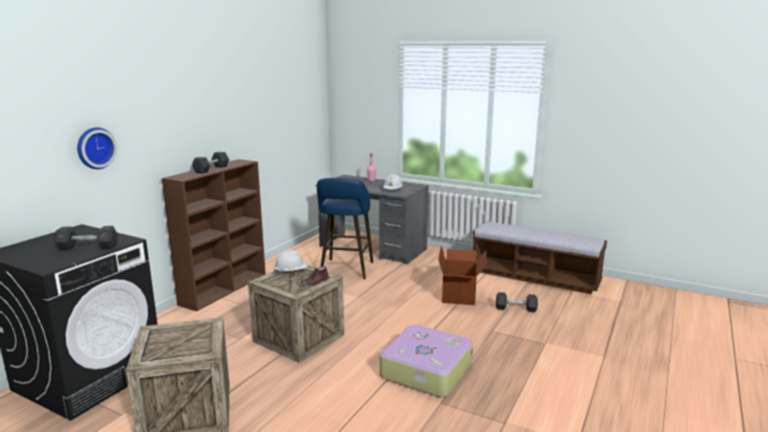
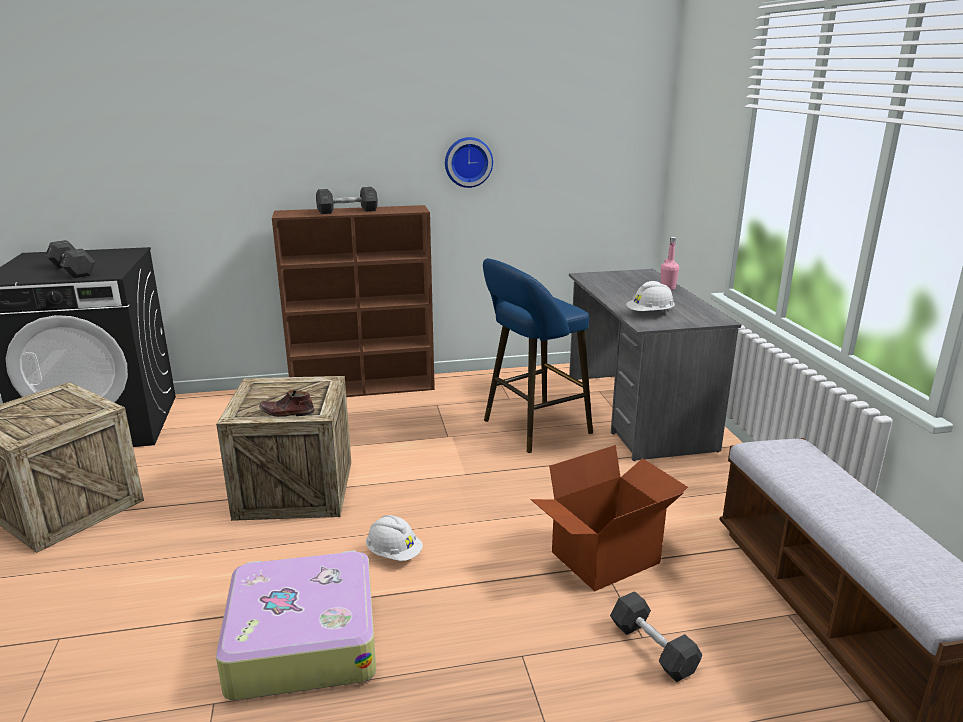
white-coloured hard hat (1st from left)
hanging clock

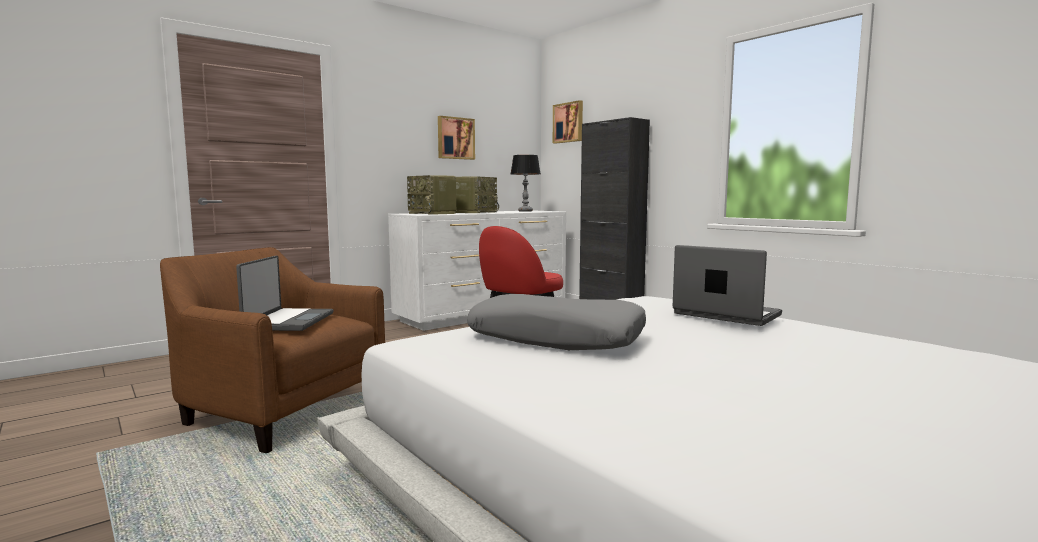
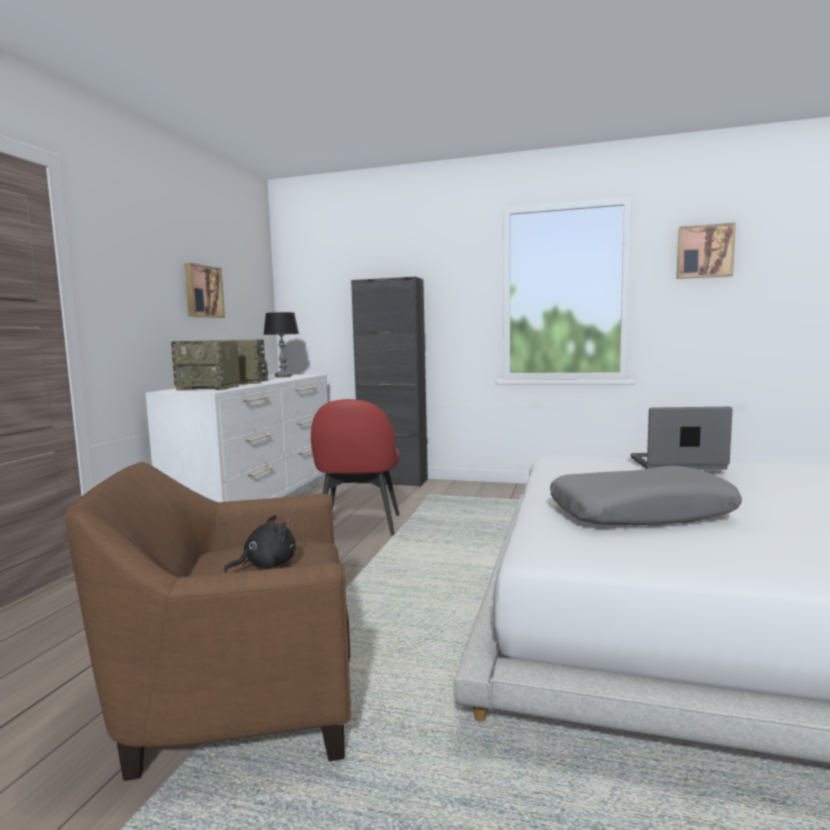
black plush toy
wall art (2nd from left)

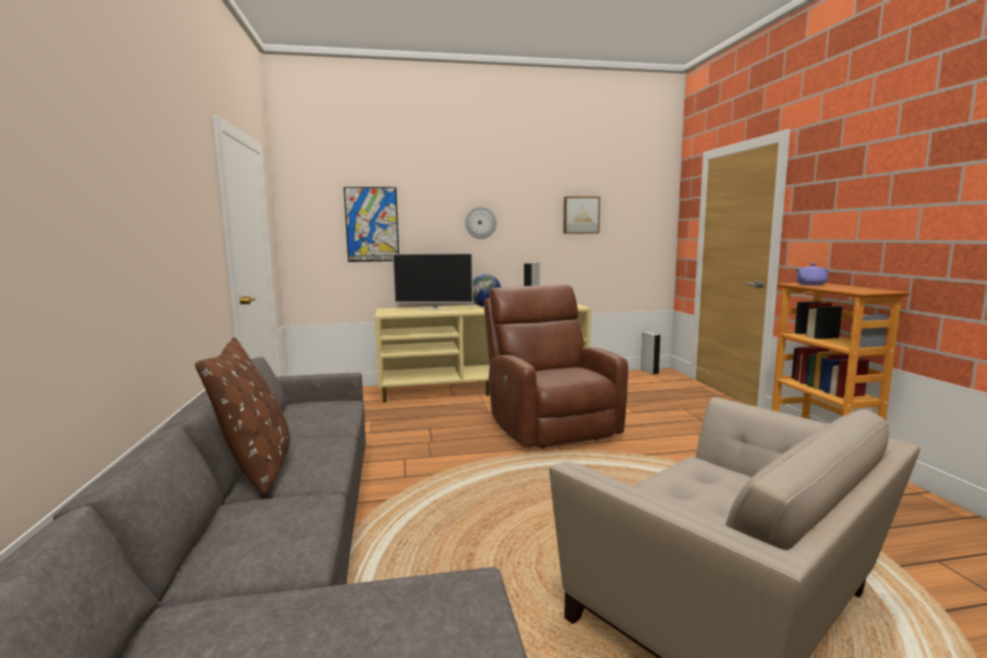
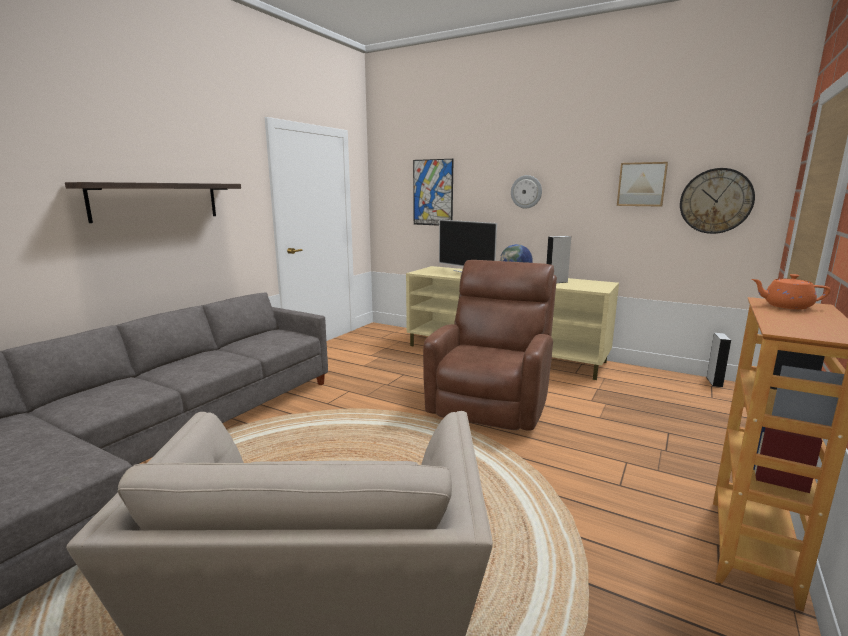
wall shelf
hanging clock (2nd from left)
orangey pot for tea
brownish throw pillow

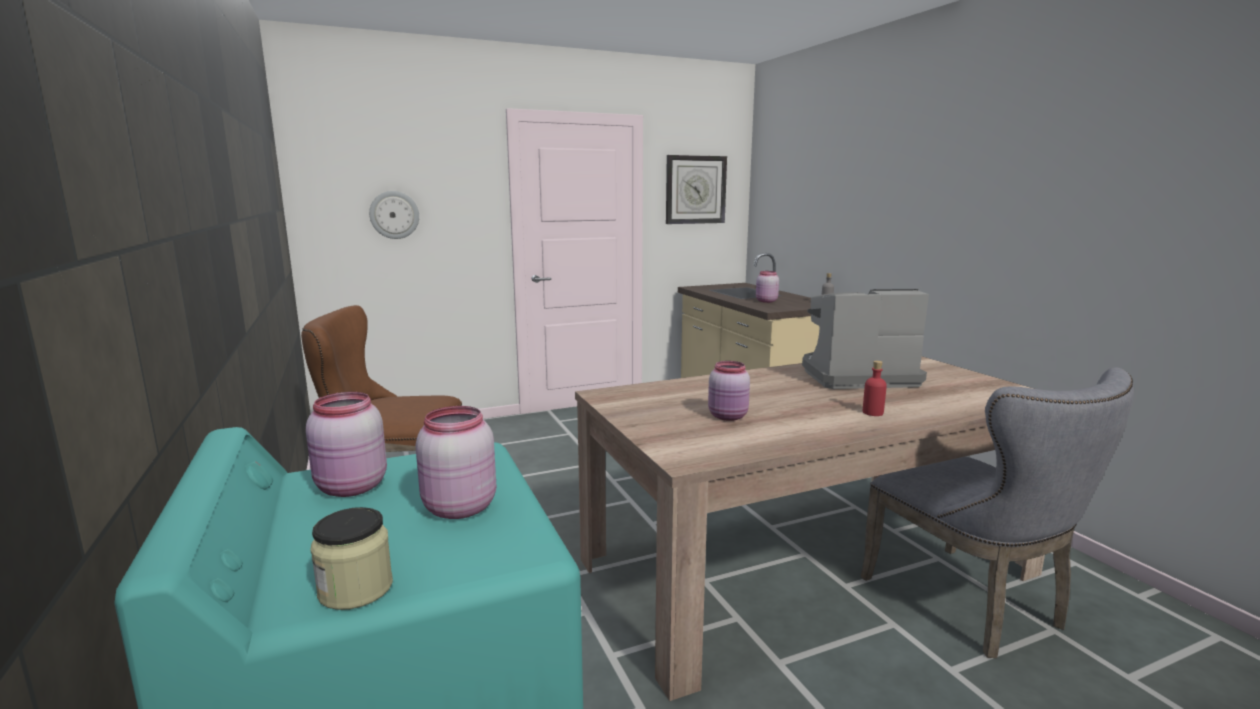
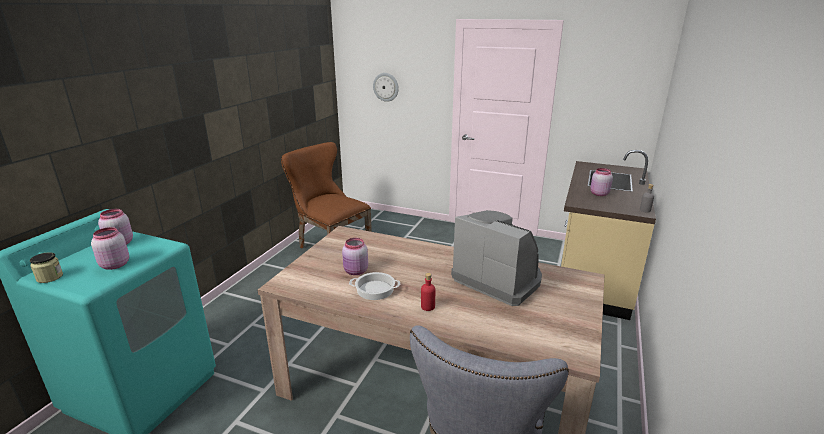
saucepot
hanging clock (2nd from left in the first image)

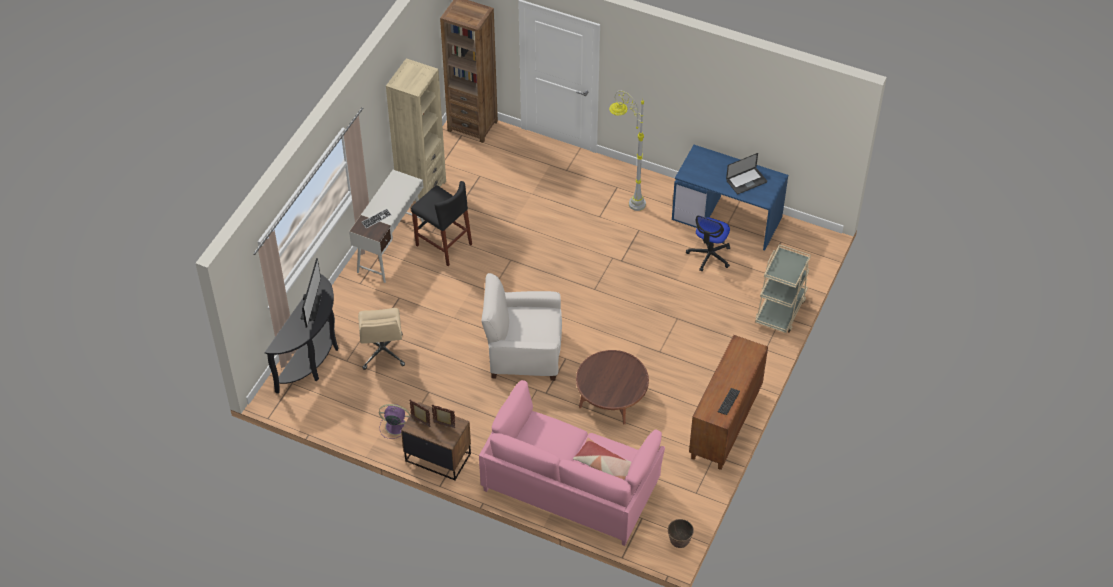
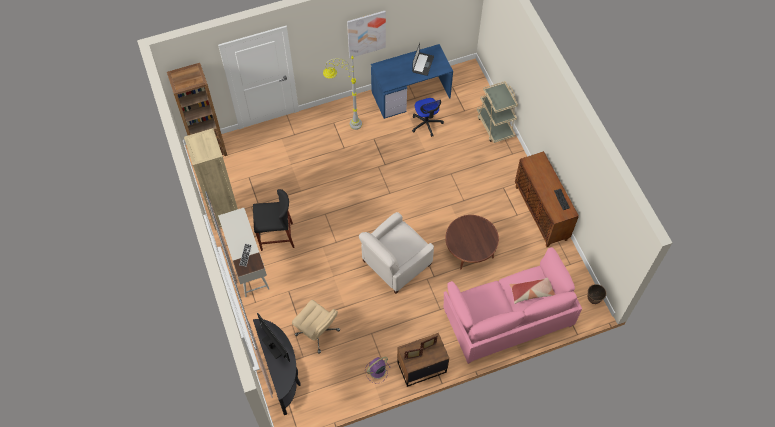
wall art

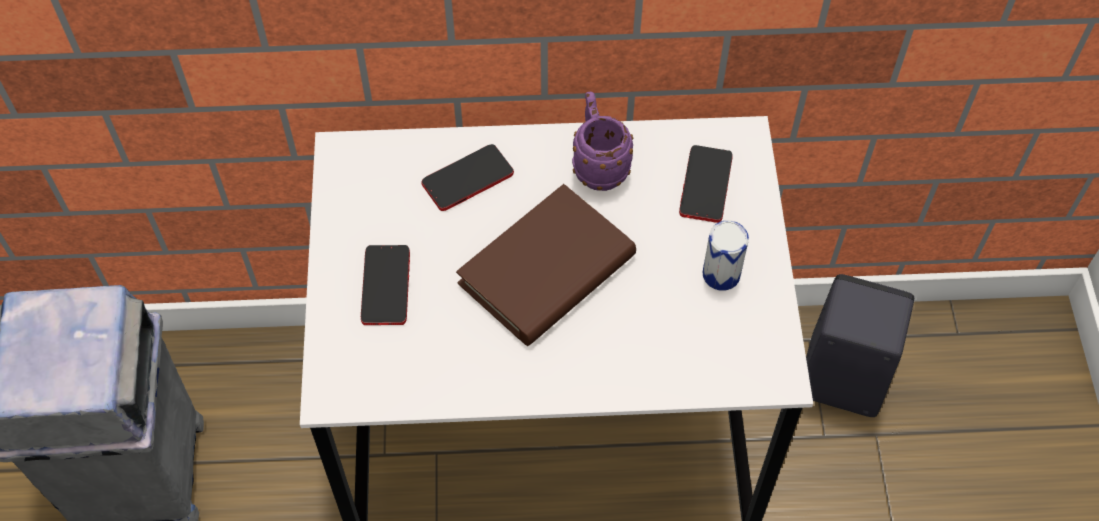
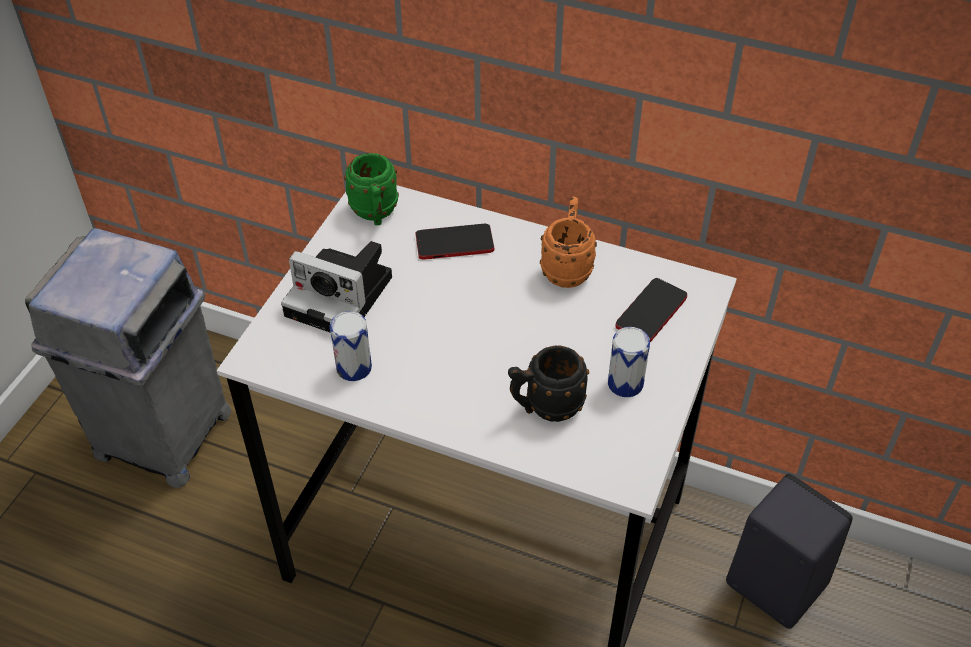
still camera
metal can (1st from left)
green tea mug
black tea mug
orangey tea mug
brownish book

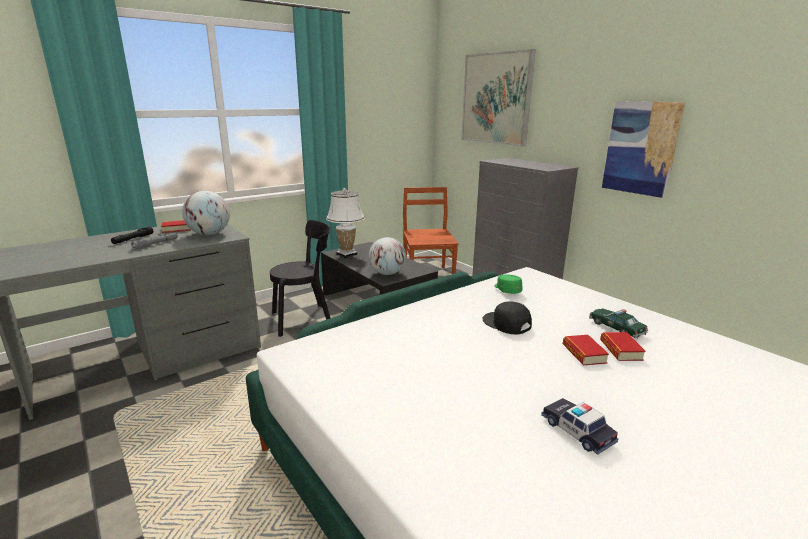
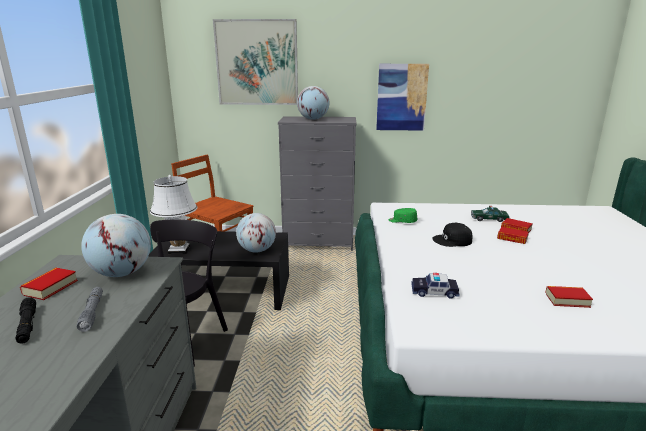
globe (3rd from left)
model car (1st from left)
book (4th from left)

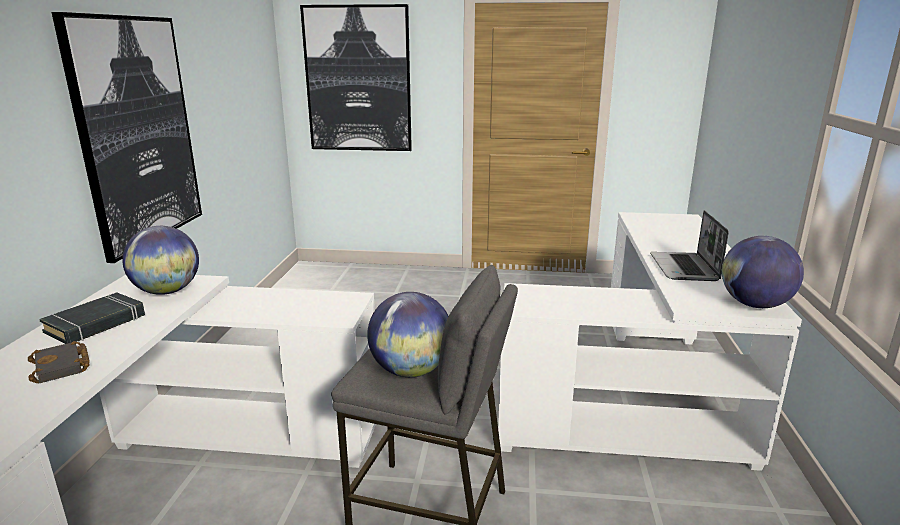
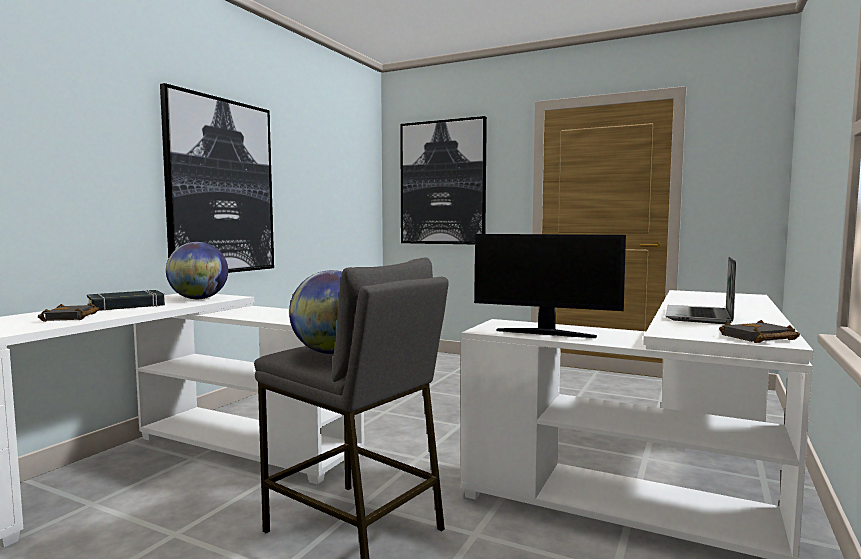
computer screen
black book (3rd from left)

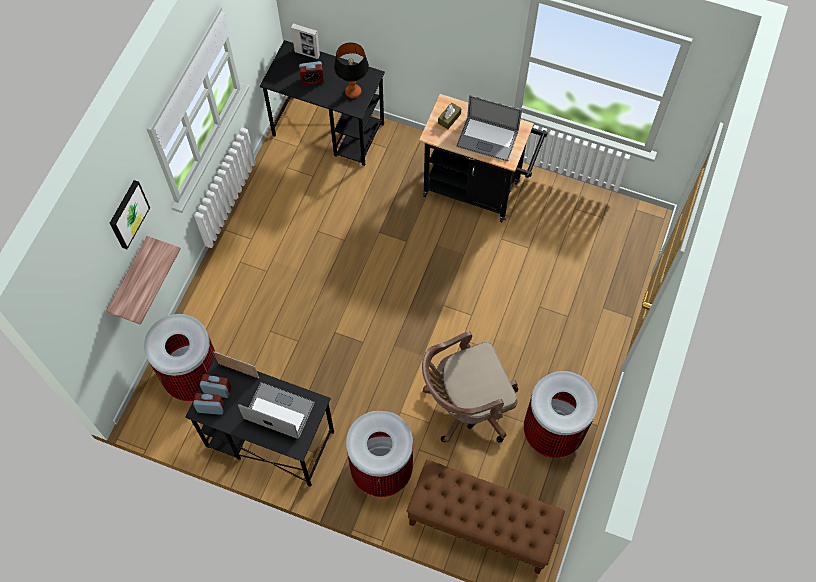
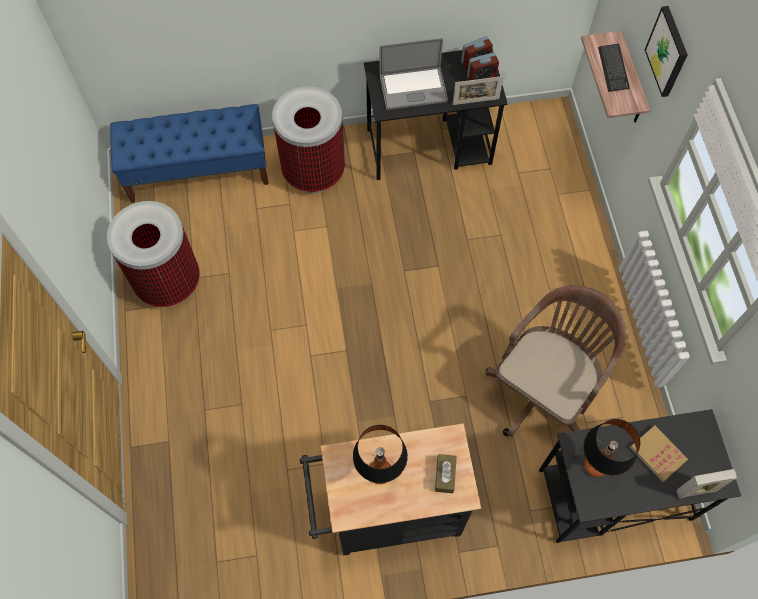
bluish long seat
lamp for a table (1st from left)
brownish office chair
PC keyboard
book
rubbish bin (1st from left in the first image)

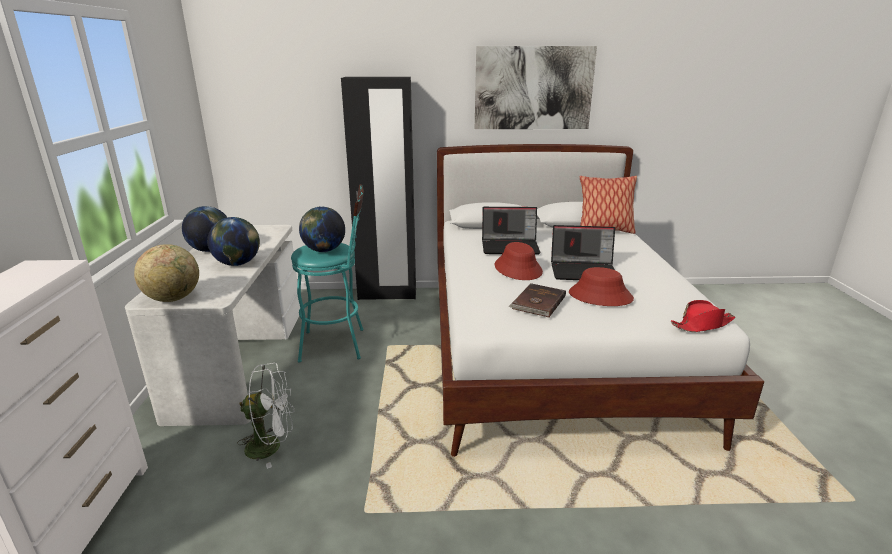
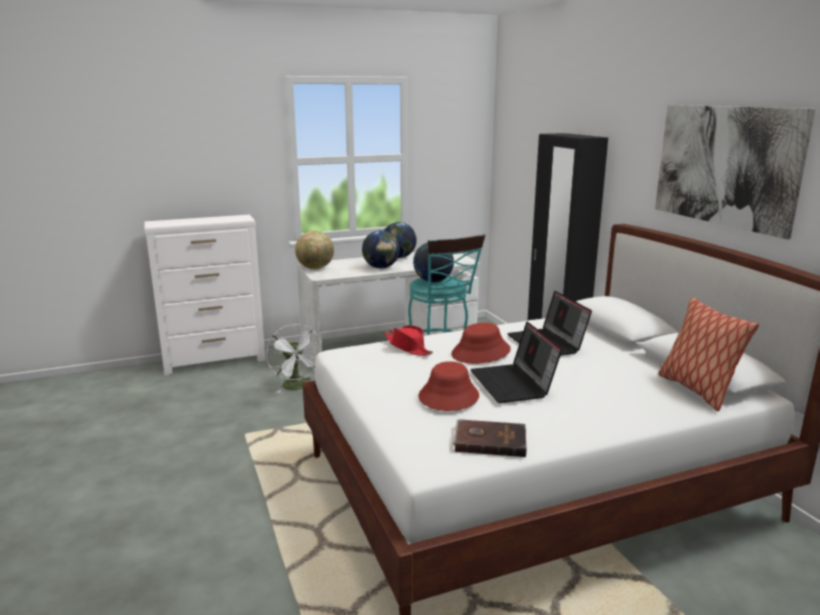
reddish clothing hat (1st from left)
brownish book

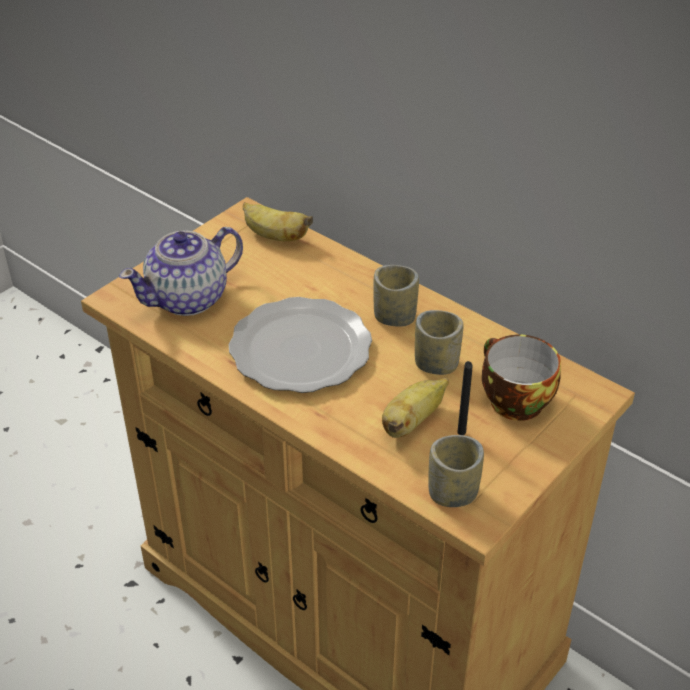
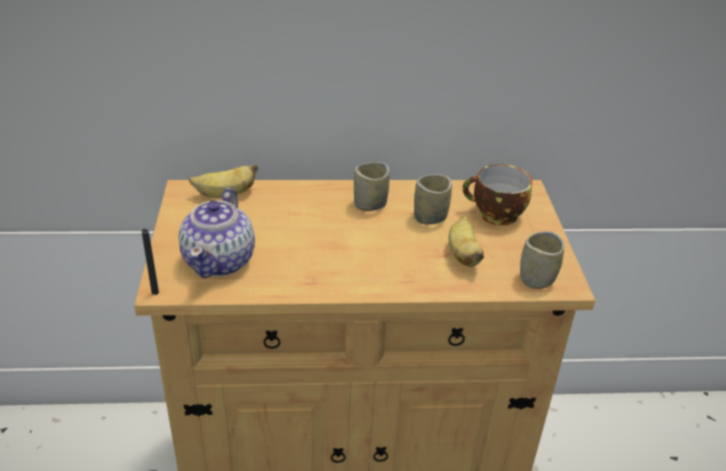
black candle
flat dish

